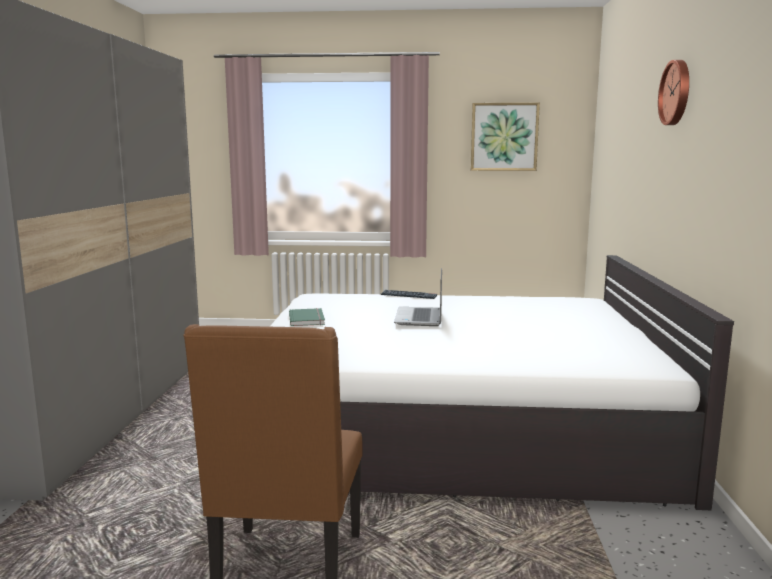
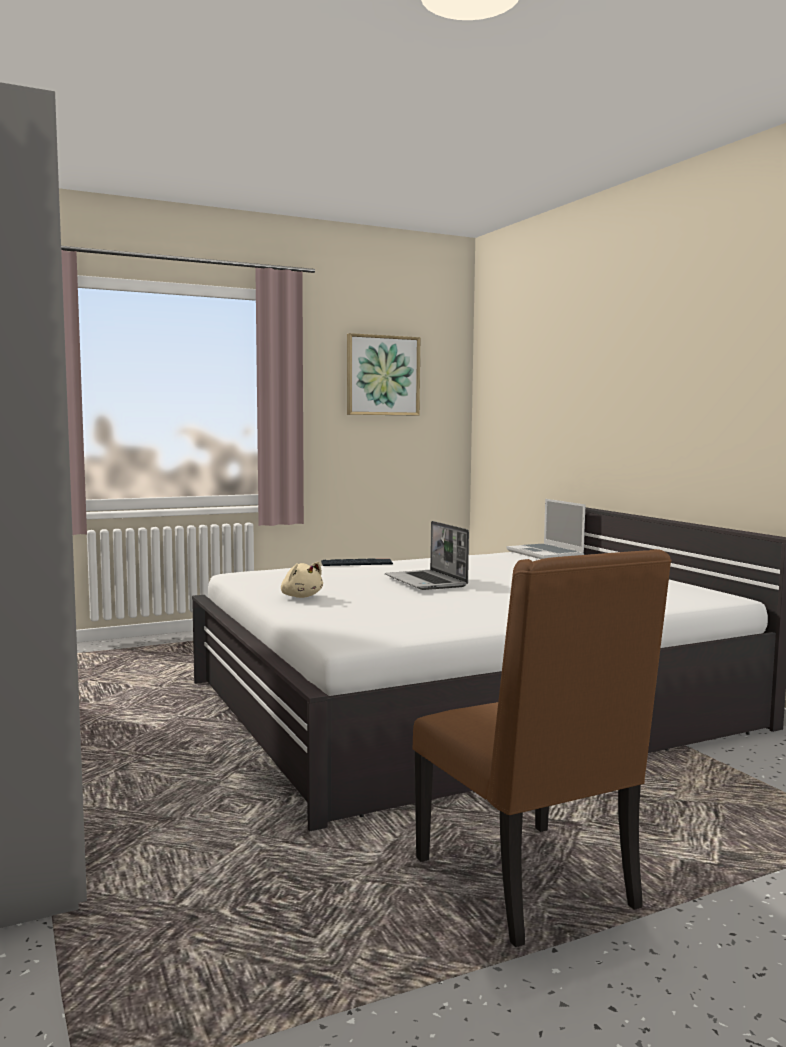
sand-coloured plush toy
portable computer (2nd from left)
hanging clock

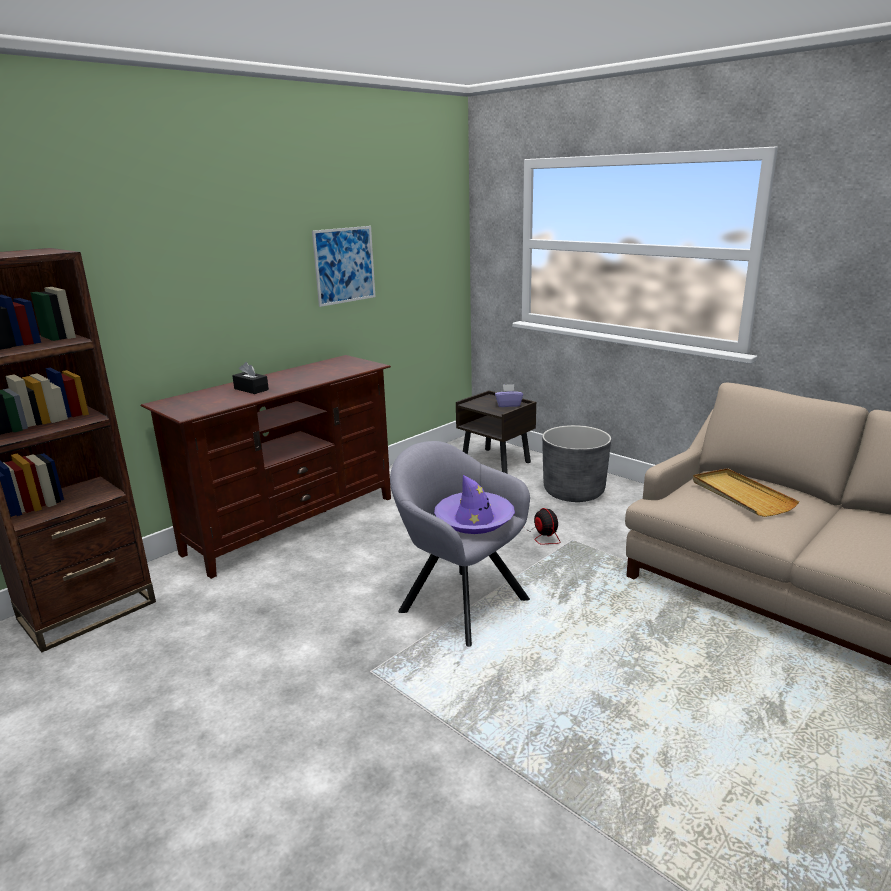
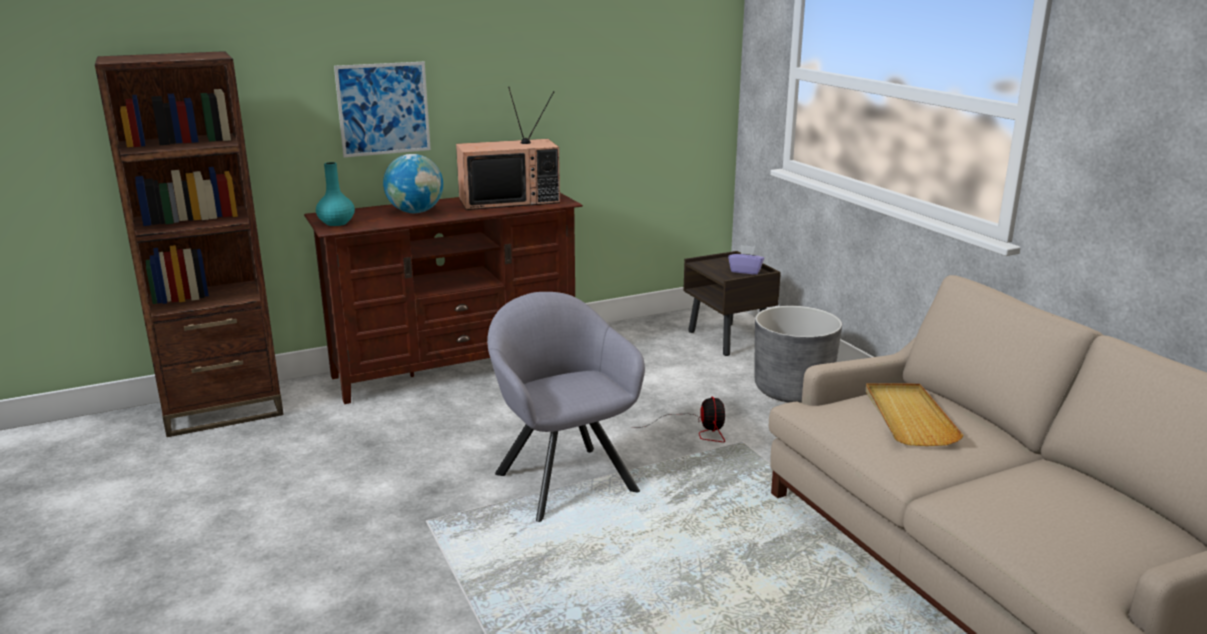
turquoise vase
wall art
globe
television
purplish clothing hat

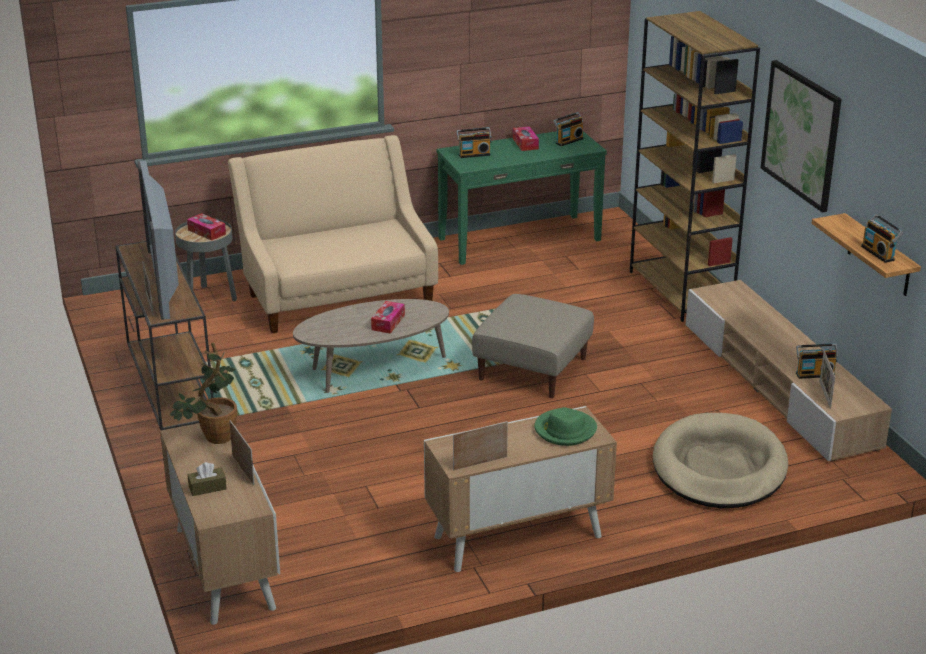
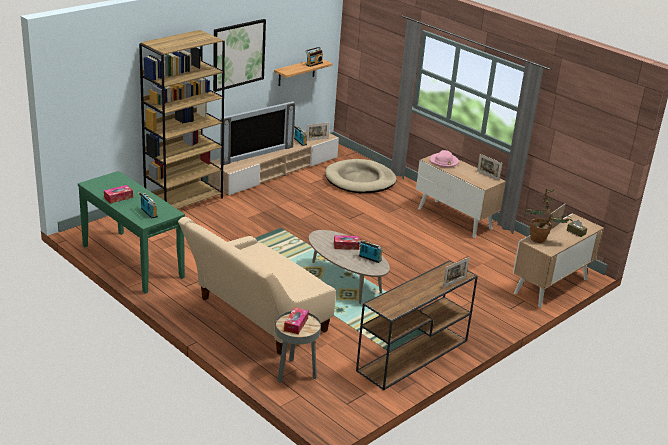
television
radio (4th from left)
pink-coloured clothing hat
sand-coloured pouffe

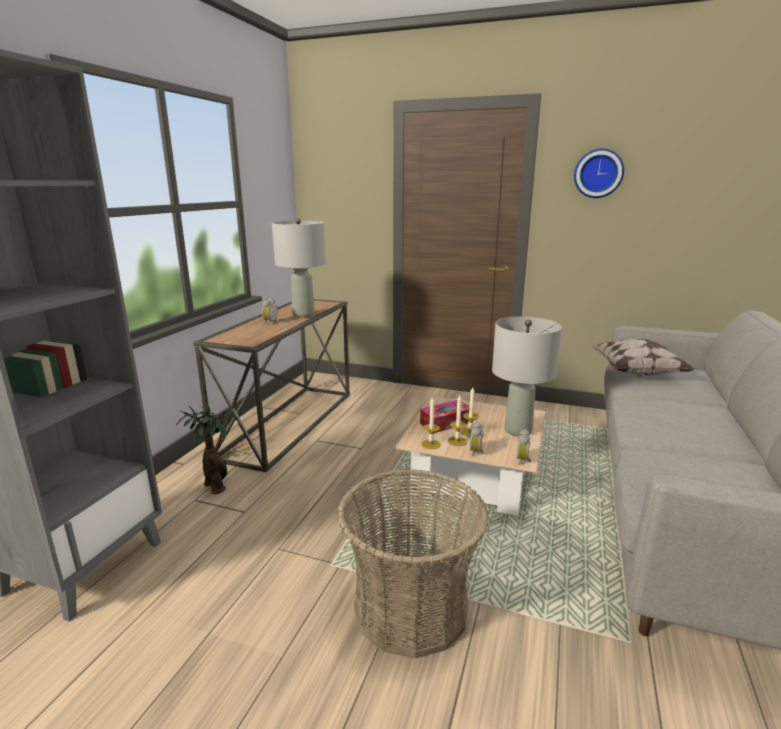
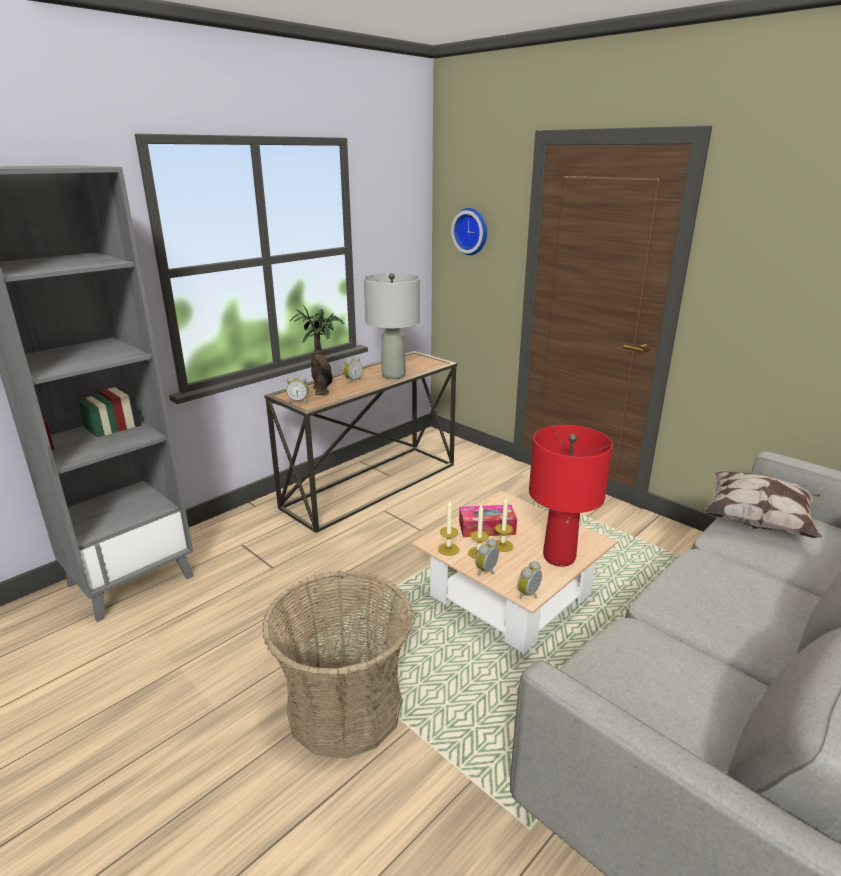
bedside clock (1st from left)
plant in a pot
hanging clock
reddish lamp for a table

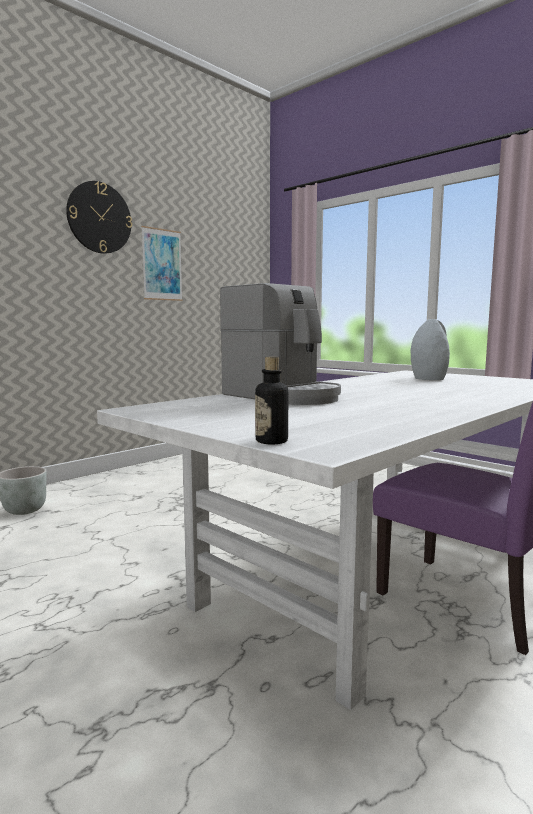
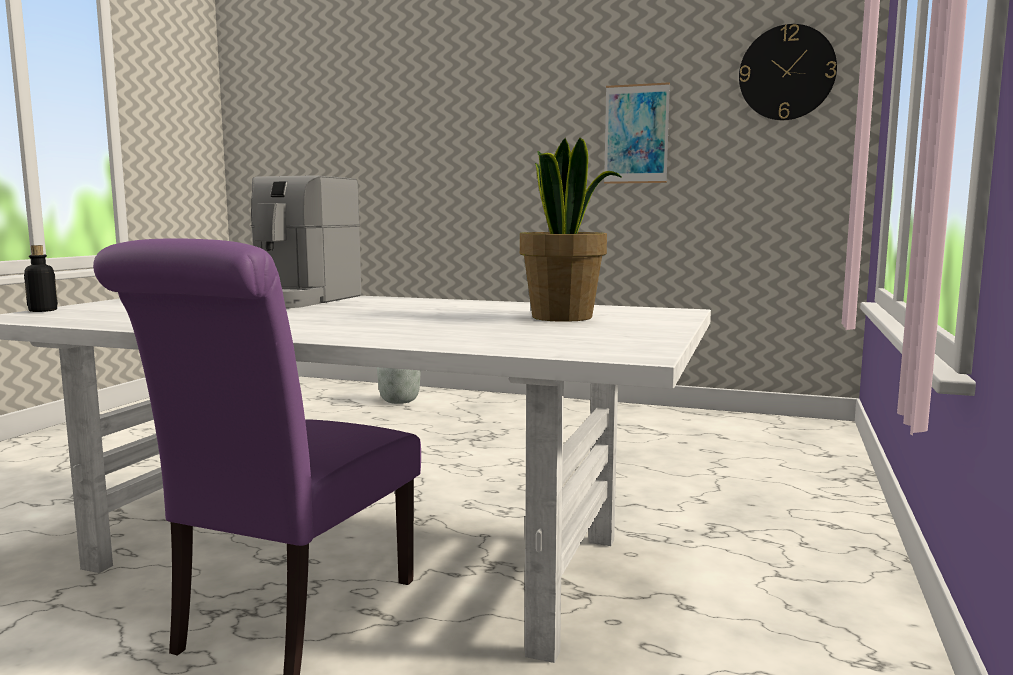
plant in a pot
hanging clock

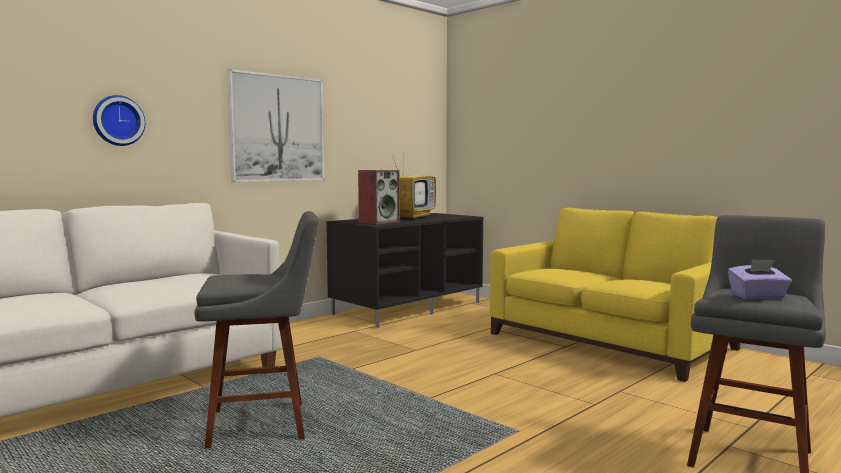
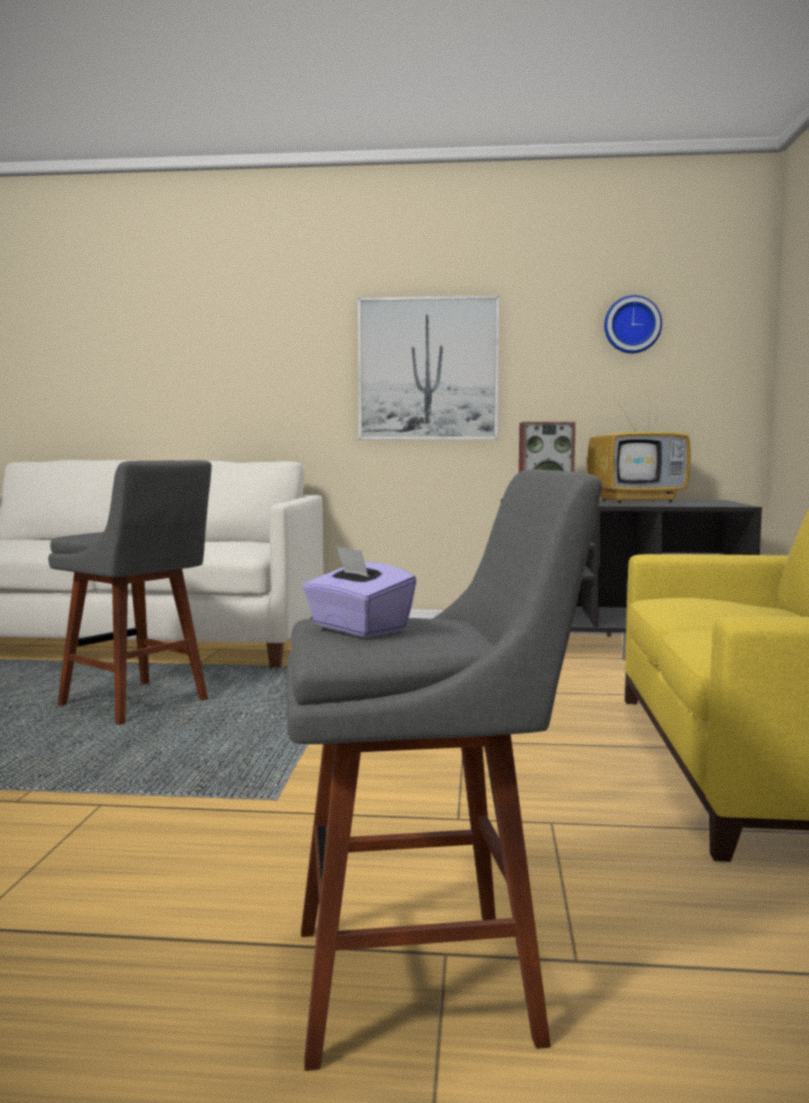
hanging clock

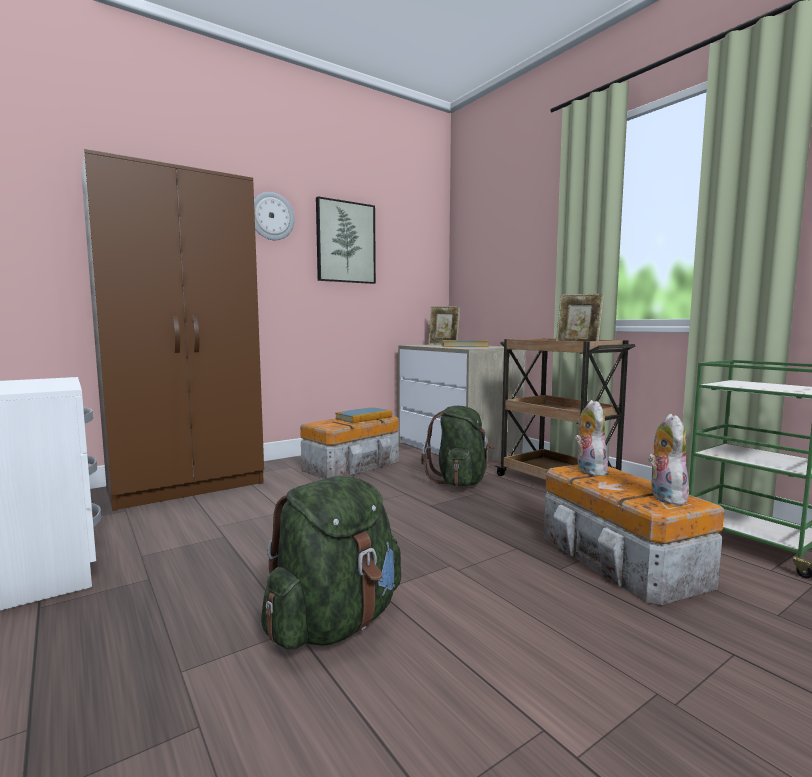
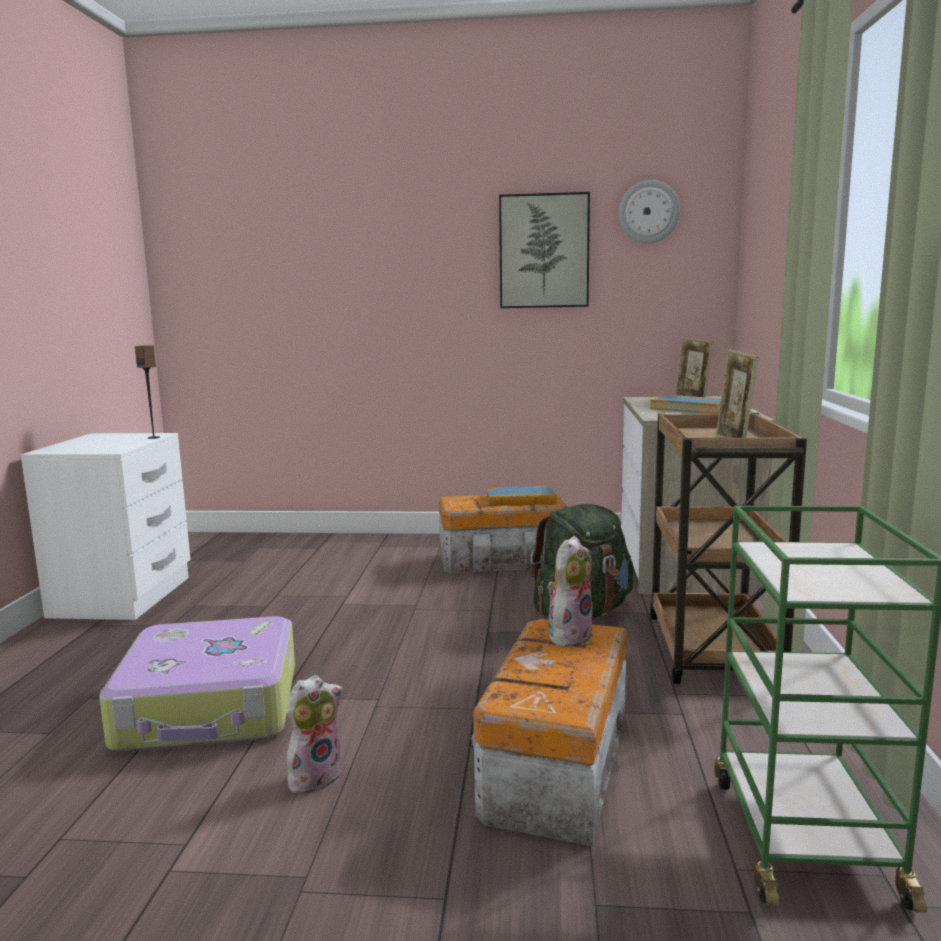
suitcase
speaker
plush toy (1st from left)
hanging clock
brownish clothes cupboard

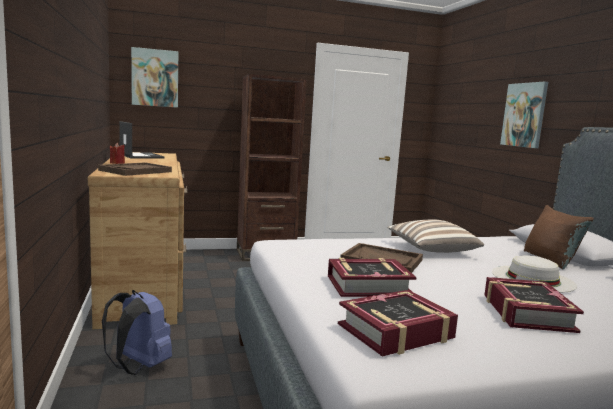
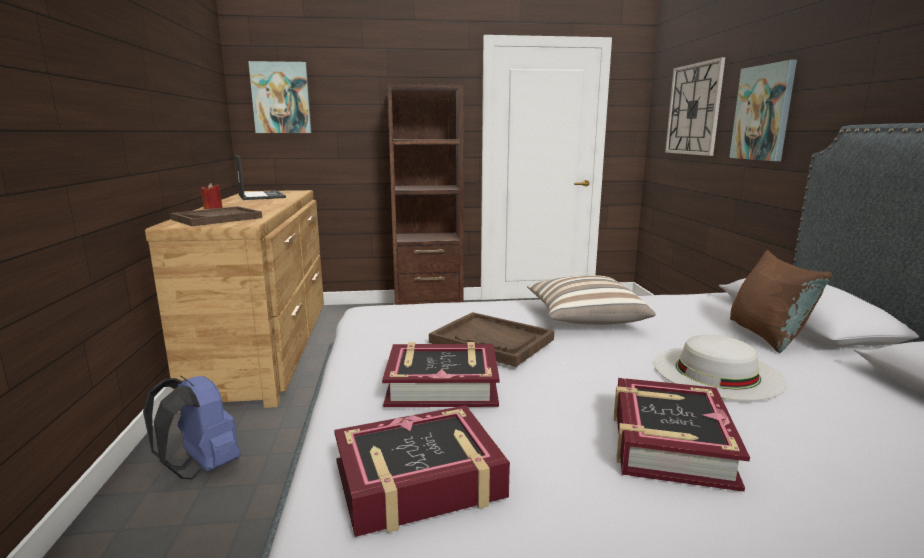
hanging clock

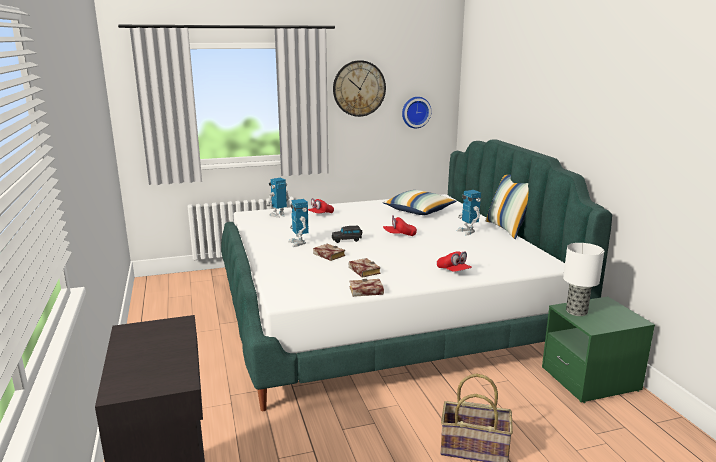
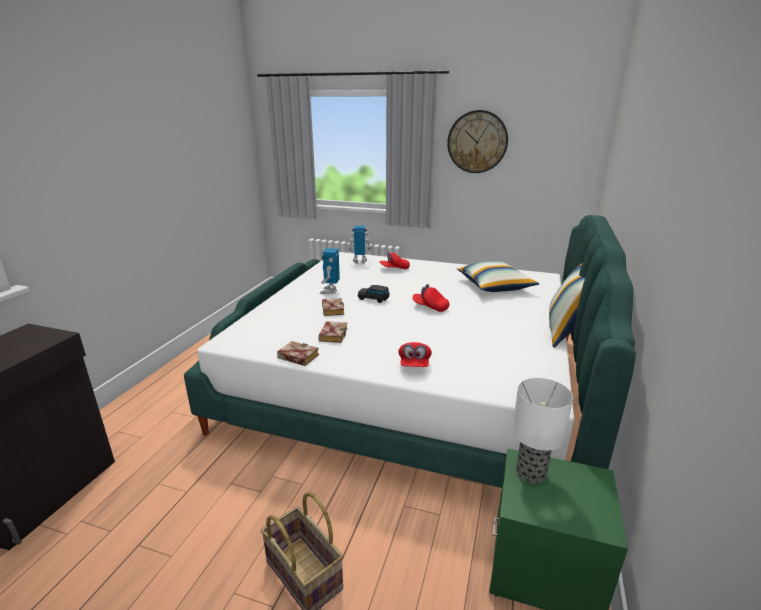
hanging clock (2nd from left in the first image)
toy robot (3rd from left in the first image)

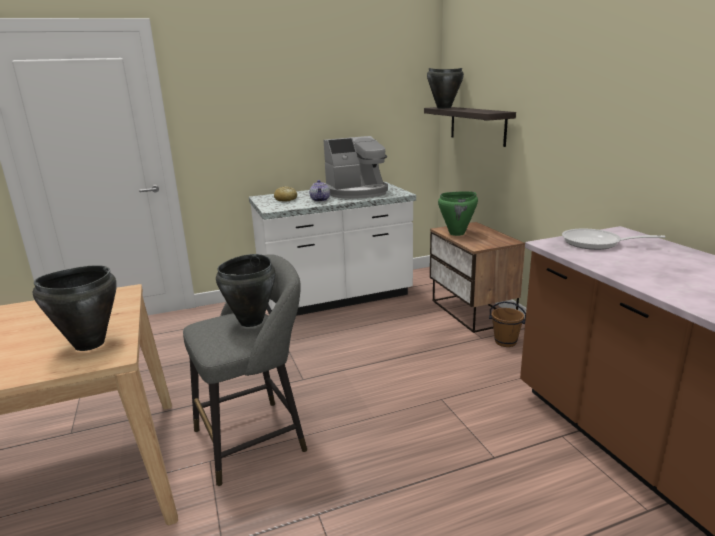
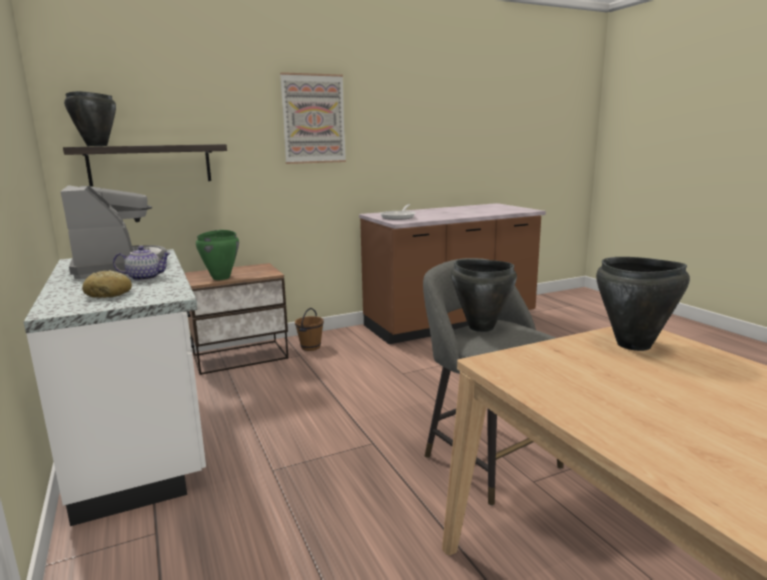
wall art

